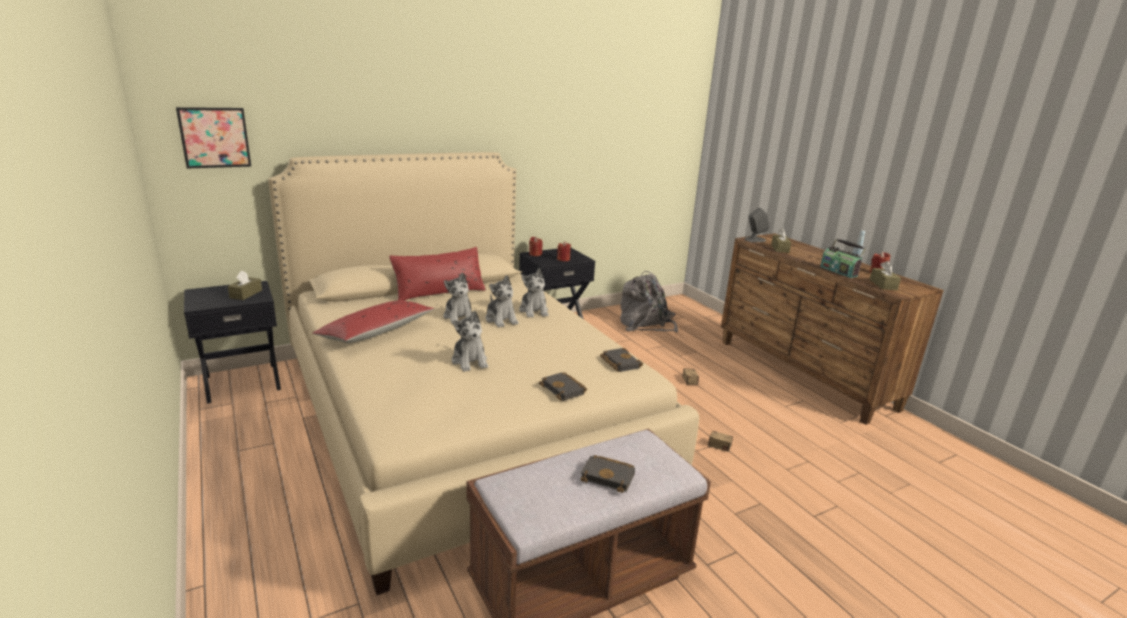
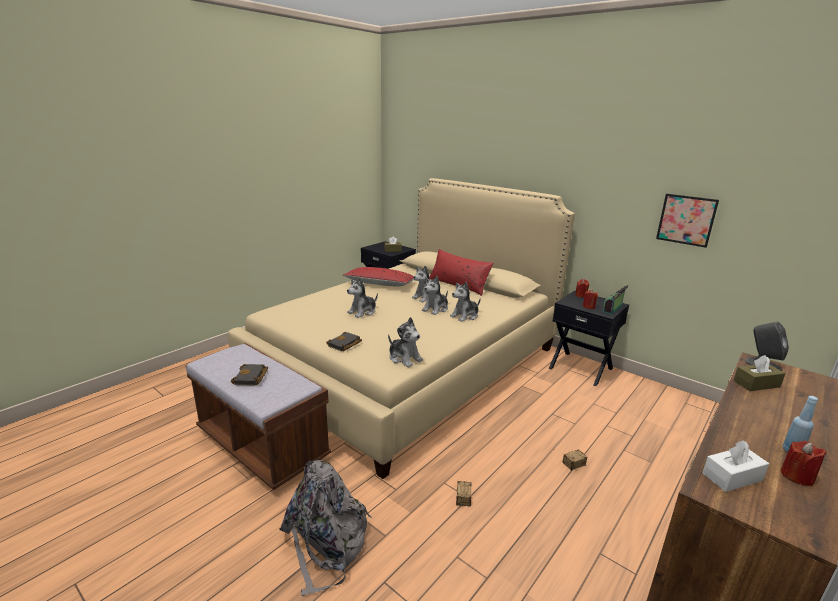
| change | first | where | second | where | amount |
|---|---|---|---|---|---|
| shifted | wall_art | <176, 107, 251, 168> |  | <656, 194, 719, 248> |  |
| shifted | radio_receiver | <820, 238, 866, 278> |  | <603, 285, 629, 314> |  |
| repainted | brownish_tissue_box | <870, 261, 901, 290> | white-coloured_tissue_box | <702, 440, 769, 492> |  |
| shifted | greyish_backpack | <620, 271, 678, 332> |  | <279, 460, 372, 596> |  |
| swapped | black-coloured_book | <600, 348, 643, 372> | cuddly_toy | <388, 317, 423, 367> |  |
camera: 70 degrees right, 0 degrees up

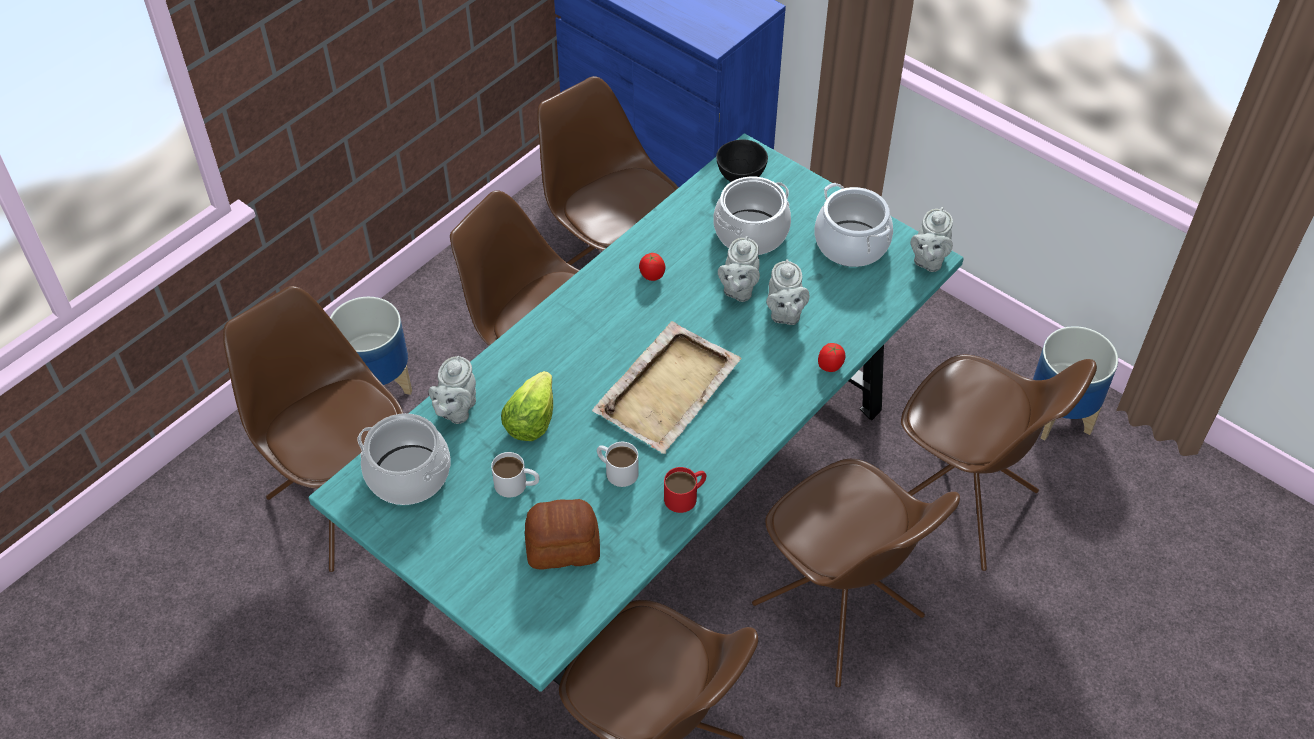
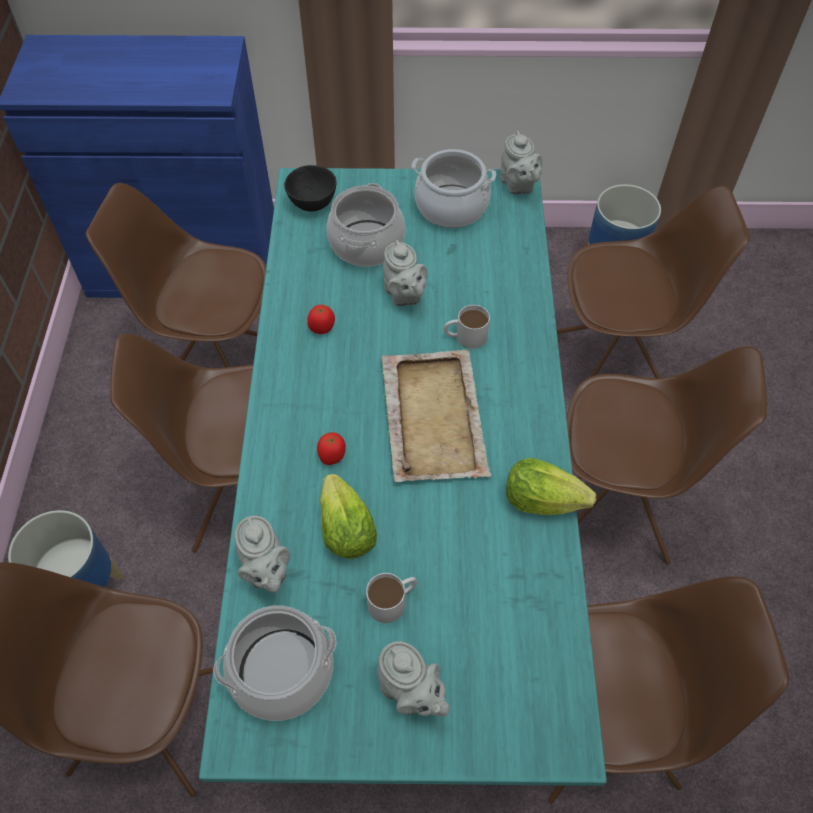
| change | first | where | second | where | amount |
|---|---|---|---|---|---|
| shifted | greyish_tea_pot | <766, 259, 809, 325> |  | <377, 641, 450, 717> |  |
| shifted | fresh_tomato | <818, 343, 845, 372> |  | <317, 432, 346, 465> |  |
| shifted | white-coloured_coffee_mug | <597, 442, 639, 487> |  | <444, 305, 490, 349> |  |
| swapped | red_coffee_mug | <664, 467, 706, 513> | lettuce_head | <506, 458, 596, 515> |  |
| gone | bread | <525, 499, 600, 569> |  |  |  |
camera: 40 degrees left, 5 degrees up

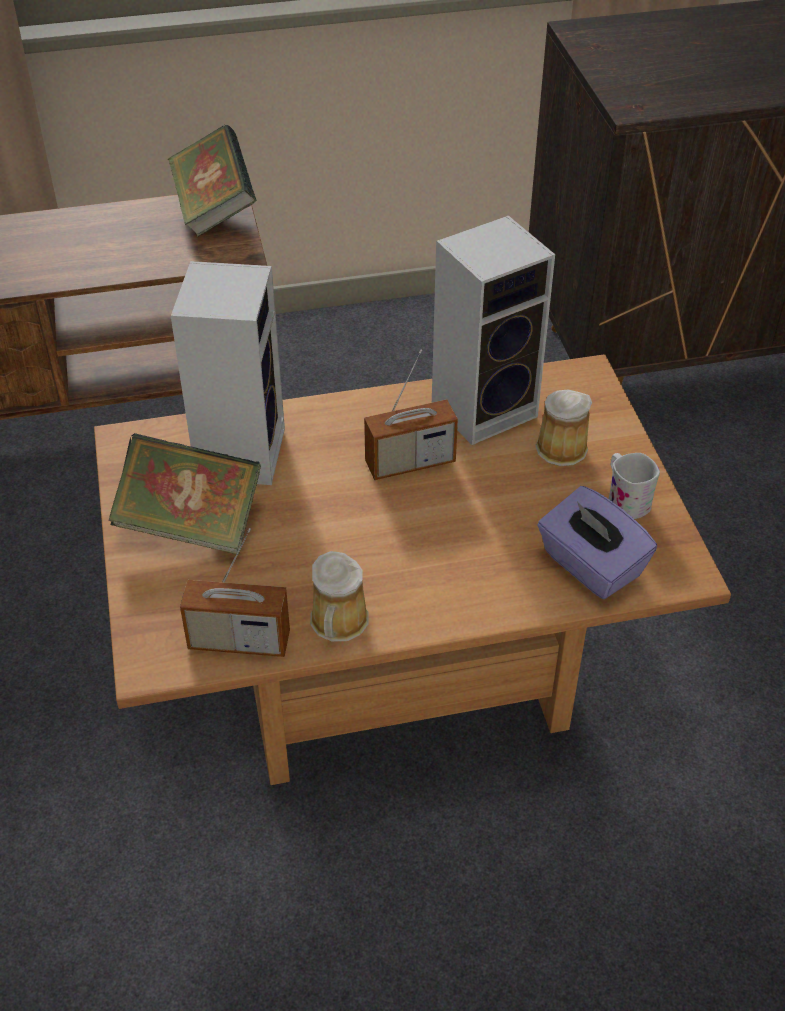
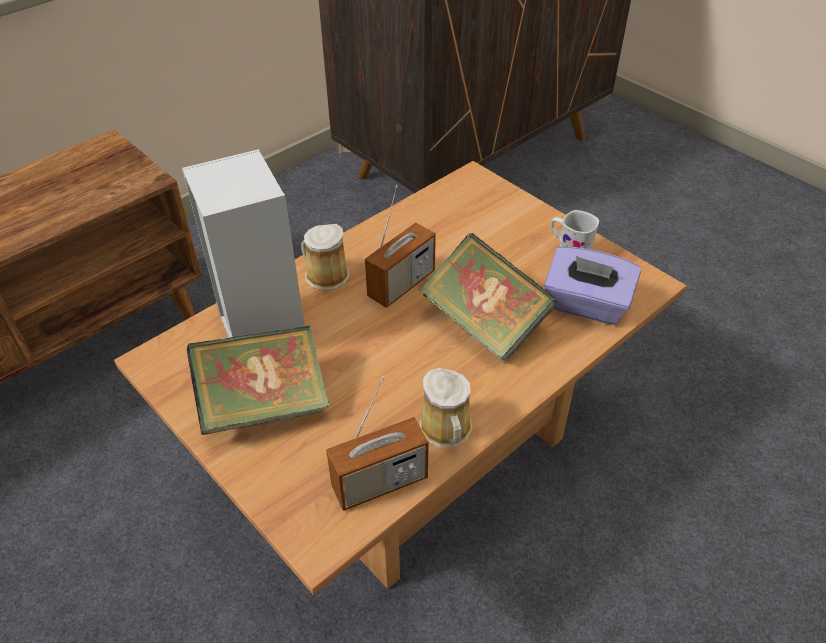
| change | first | where | second | where | amount |
|---|---|---|---|---|---|
| shifted | book | <168, 125, 256, 237> |  | <419, 233, 557, 364> |  |
| gone | audio_speaker | <432, 216, 555, 445> |  |  |  |
| shifted | coffee_mug | <535, 389, 592, 466> |  | <301, 224, 349, 291> |  |
camera: 30 degrees left, 0 degrees up

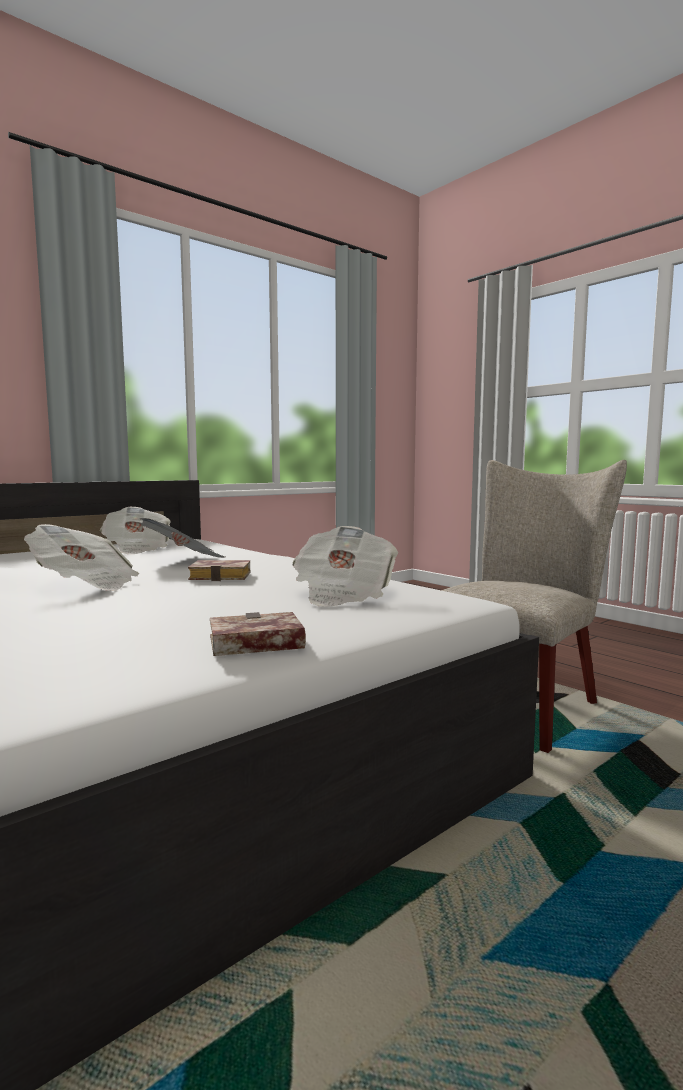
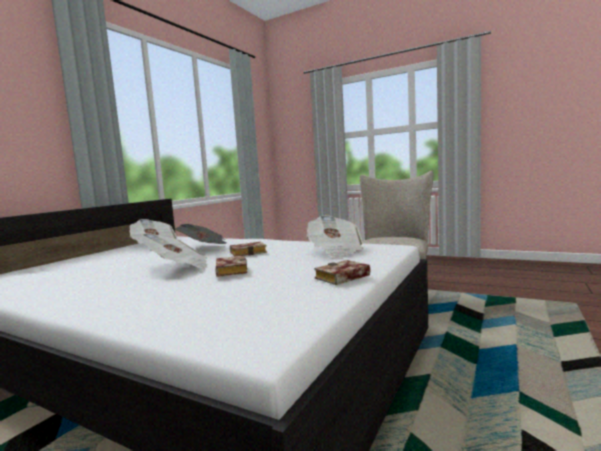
| change | first | where | second | where | amount |
|---|---|---|---|---|---|
| new |  |  | book | <216, 256, 247, 277> |  |
camera: 20 degrees left, 0 degrees up

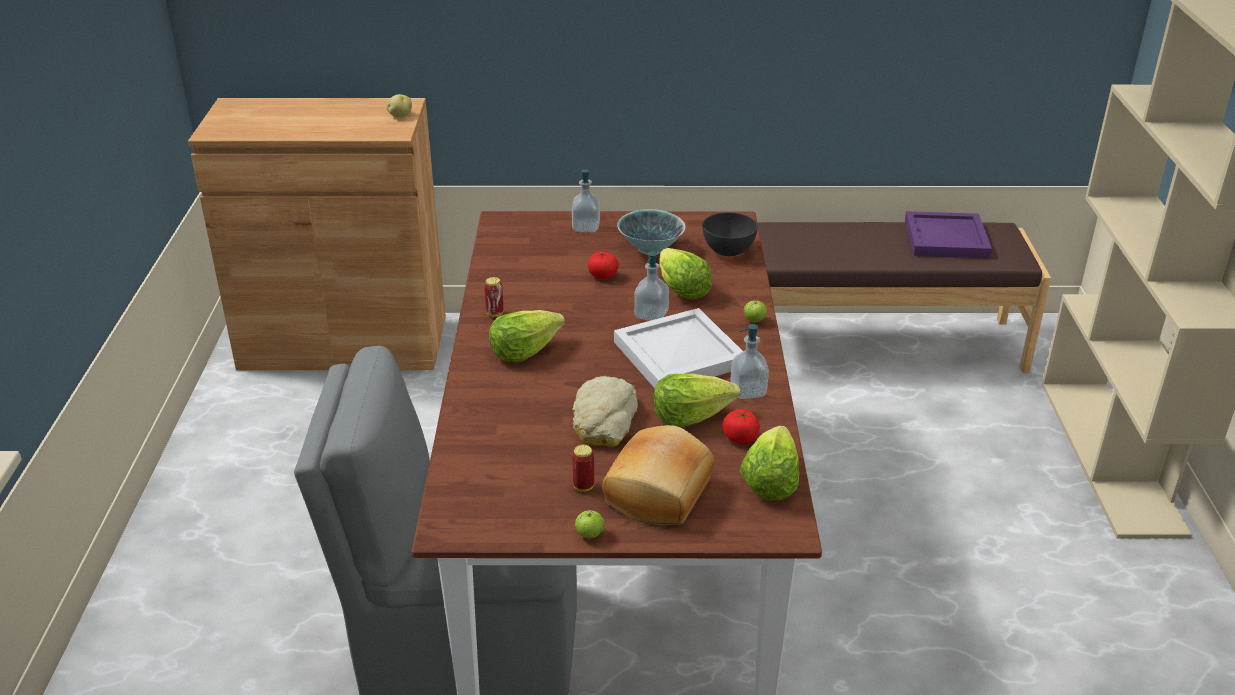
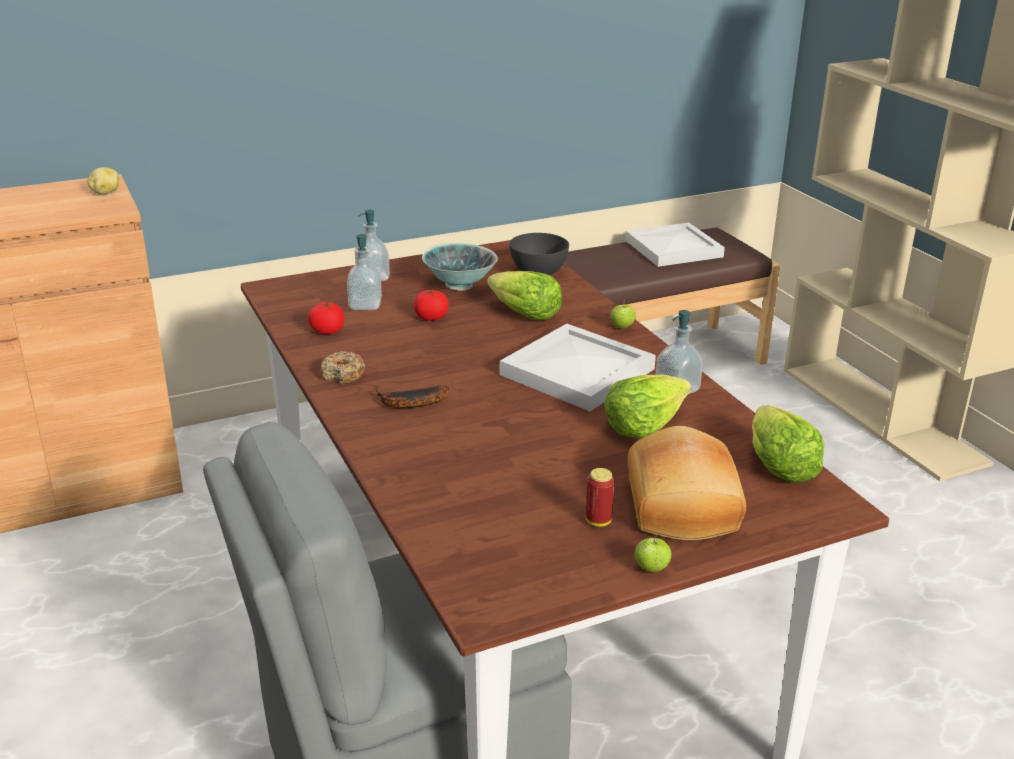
| change | first | where | second | where | amount |
|---|---|---|---|---|---|
| repainted | purple_carrying_tray | <905, 211, 992, 258> | white-coloured_carrying_tray | <625, 223, 725, 267> |  |
| shifted | soap_bottle | <634, 252, 669, 321> |  | <347, 234, 382, 310> |  |
| swapped | can | <484, 277, 503, 317> | doughnut | <321, 351, 366, 384> |  |
| swapped | lettuce_head | <489, 310, 565, 363> | whole_banana | <376, 385, 449, 408> |  |
| gone | bread | <572, 376, 638, 447> |  |  |  |
| shifted | fresh_tomato | <723, 409, 760, 444> |  | <308, 302, 344, 334> |  |
camera: 25 degrees left, 5 degrees down

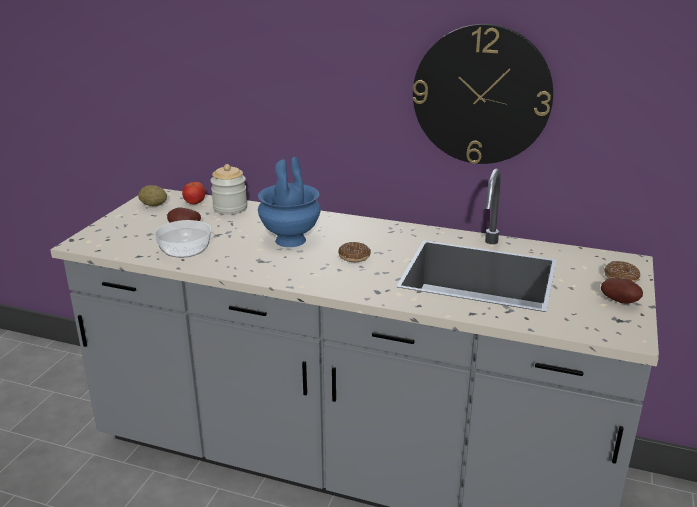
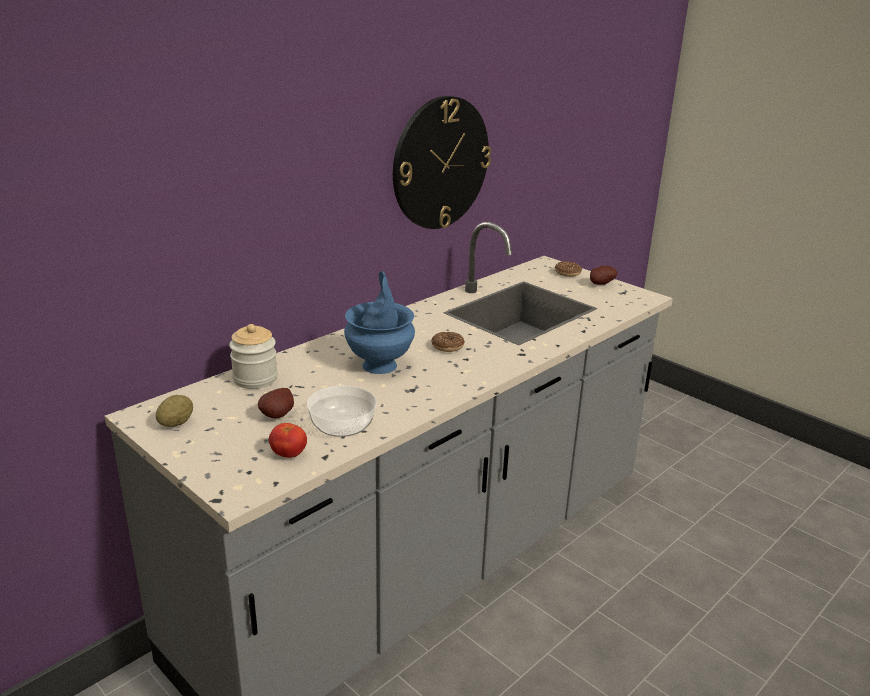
| change | first | where | second | where | amount |
|---|---|---|---|---|---|
| shifted | fresh_tomato | <182, 182, 205, 204> |  | <269, 423, 307, 458> |  |
camera: 65 degrees left, 0 degrees up

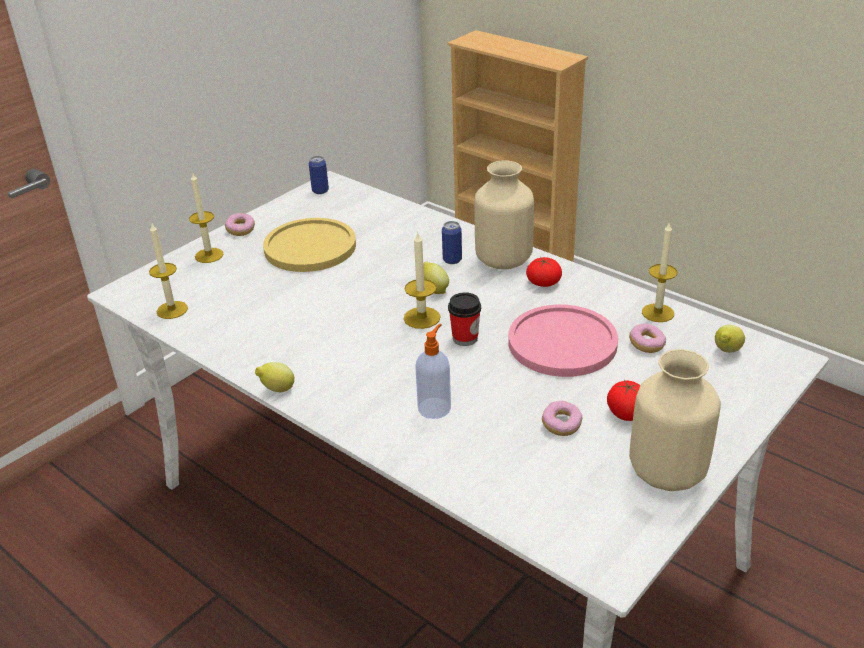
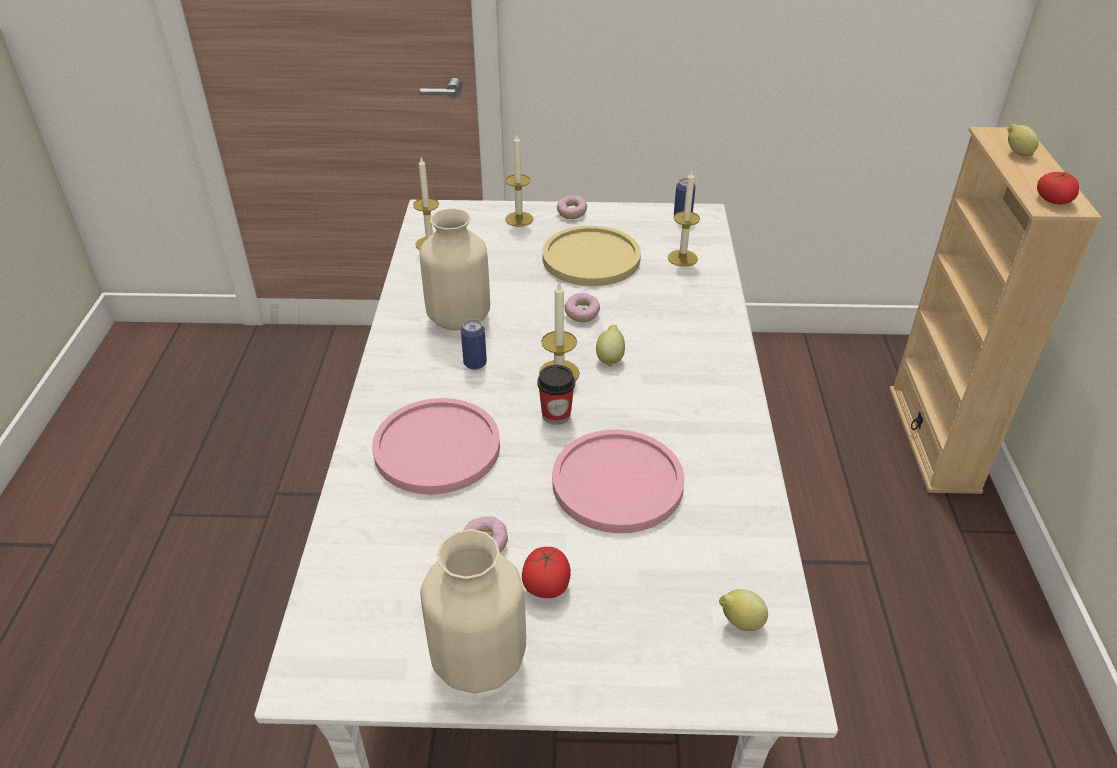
| change | first | where | second | where | amount |
|---|---|---|---|---|---|
| shifted | beige_vase | <475, 160, 534, 269> |  | <420, 208, 490, 330> |  |
| shifted | can | <442, 221, 462, 264> |  | <461, 319, 487, 370> |  |
| shifted | candle | <642, 223, 677, 322> |  | <668, 171, 700, 267> |  |
| shifted | fresh_tomato | <526, 256, 562, 287> |  | <1037, 171, 1079, 204> |  |
| swapped | soap_bottle | <415, 324, 451, 419> | pink_dinner_plate | <372, 398, 500, 495> |  |
| shifted | doughnut | <629, 324, 666, 353> |  | <565, 293, 600, 322> |  |
| shifted | citrus_fruit | <255, 362, 294, 392> |  | <1007, 124, 1039, 157> |  |
camera: 50 degrees right, 5 degrees up

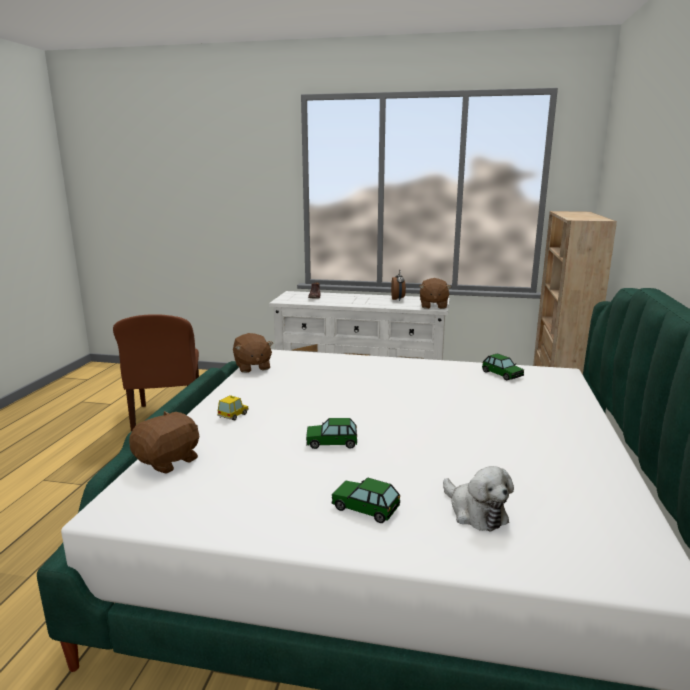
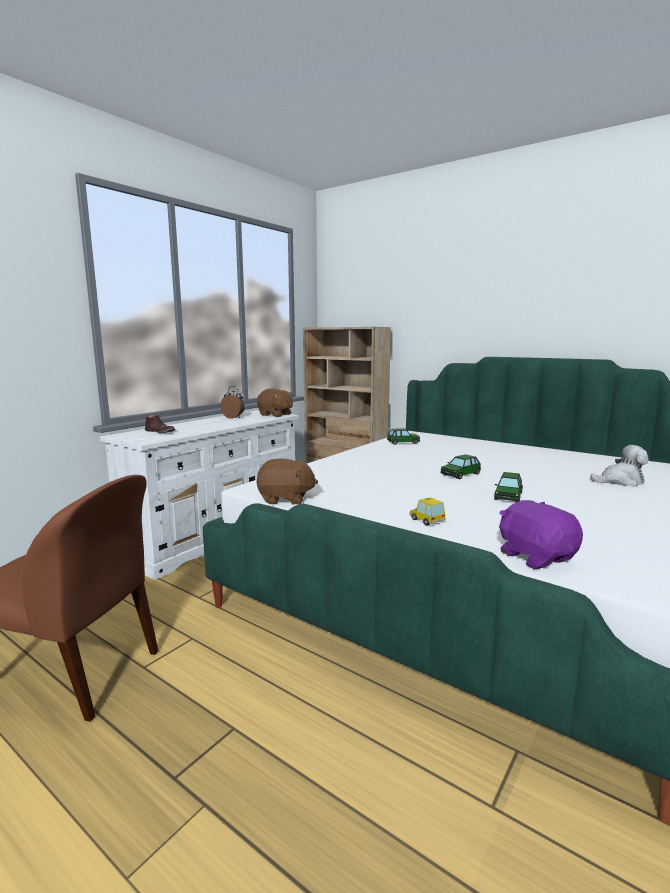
| change | first | where | second | where | amount |
|---|---|---|---|---|---|
| repainted | brownish_cuddly_toy | <129, 411, 199, 474> | purple_cuddly_toy | <499, 500, 583, 569> |  |
| shifted | miniature_car | <331, 477, 400, 523> |  | <440, 454, 481, 479> |  |
camera: 65 degrees left, 5 degrees down

